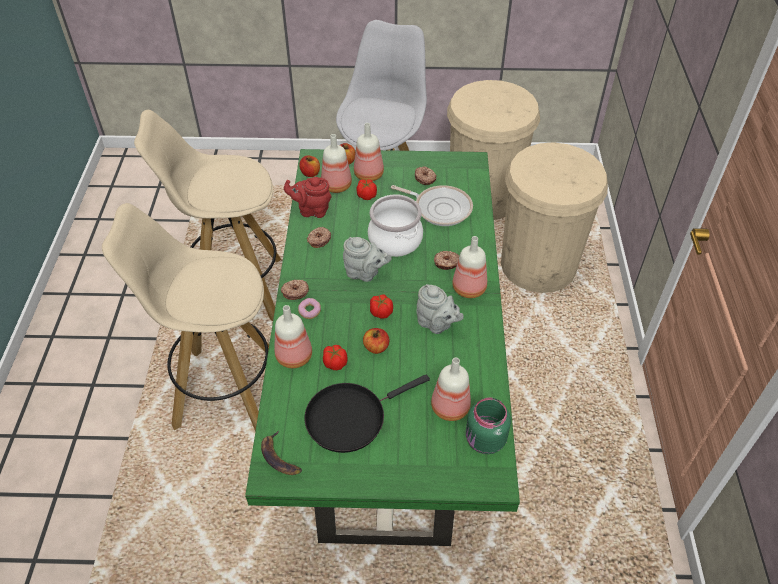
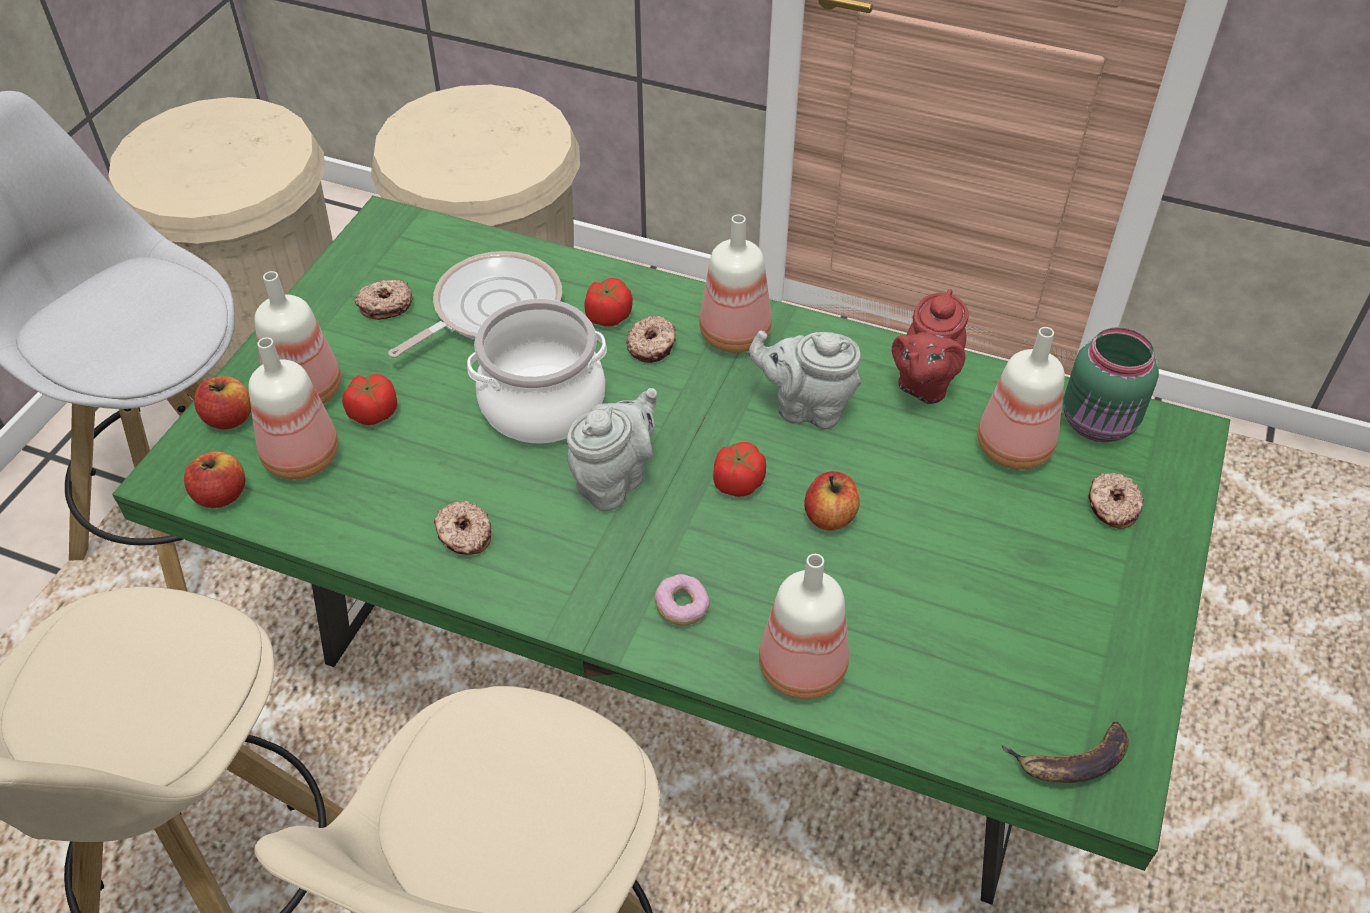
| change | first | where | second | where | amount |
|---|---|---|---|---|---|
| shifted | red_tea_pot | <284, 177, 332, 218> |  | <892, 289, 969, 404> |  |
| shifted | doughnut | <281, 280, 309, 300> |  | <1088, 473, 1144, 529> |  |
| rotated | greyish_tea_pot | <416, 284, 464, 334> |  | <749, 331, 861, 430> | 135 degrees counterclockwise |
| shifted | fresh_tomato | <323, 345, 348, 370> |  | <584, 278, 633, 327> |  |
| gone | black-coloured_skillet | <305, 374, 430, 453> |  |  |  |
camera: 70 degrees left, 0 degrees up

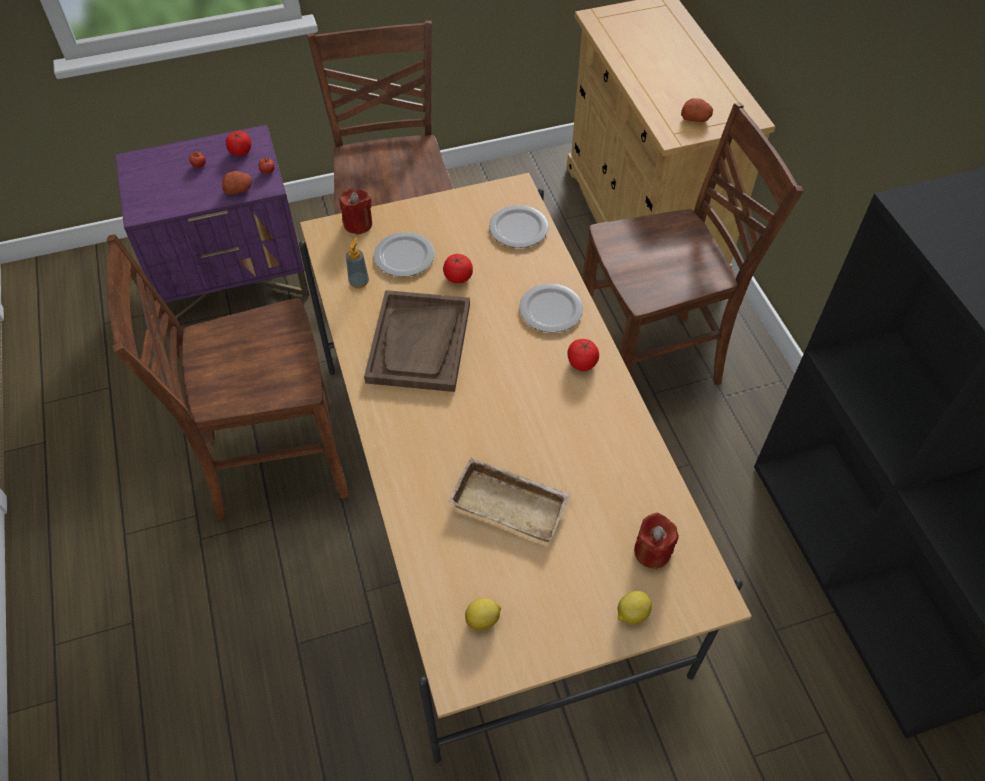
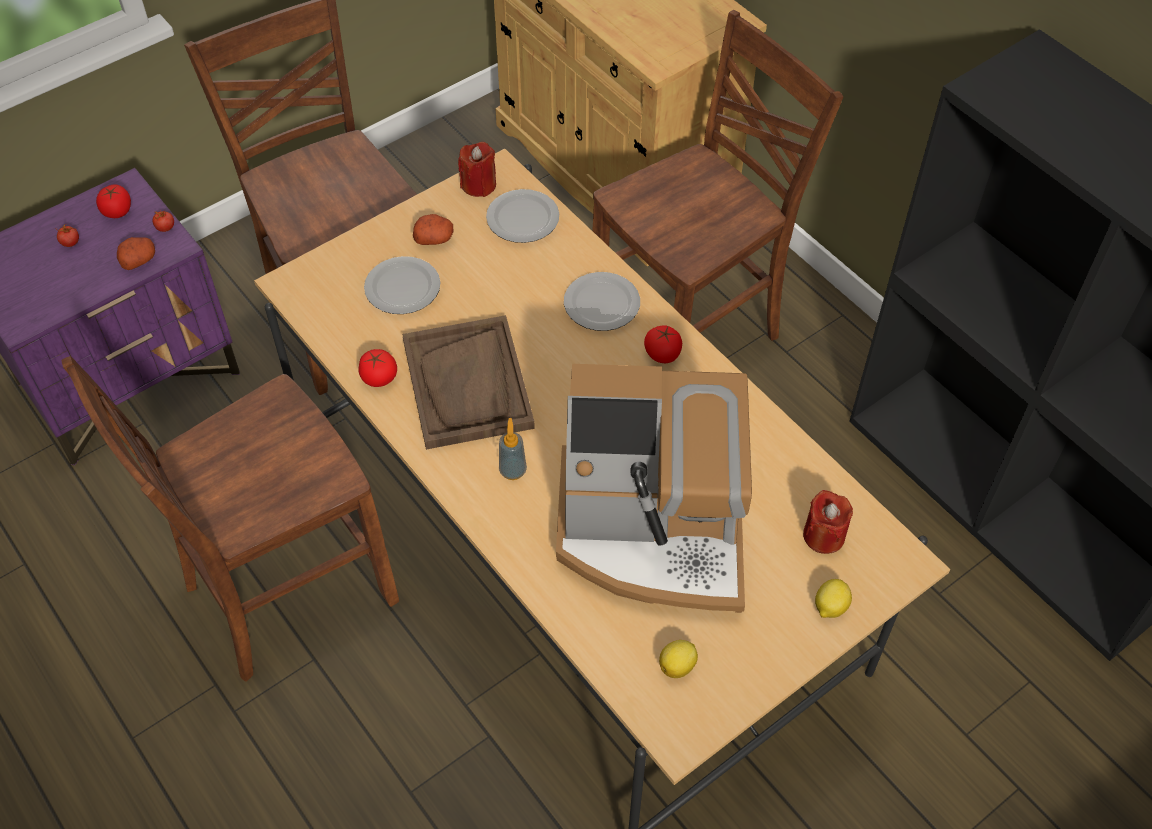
| change | first | where | second | where | amount |
|---|---|---|---|---|---|
| shifted | spud | <681, 98, 713, 122> |  | <413, 214, 453, 245> |  |
| shifted | red_candle | <339, 189, 372, 235> |  | <458, 142, 496, 197> |  |
| shifted | soap_bottle | <346, 237, 369, 289> |  | <499, 418, 527, 480> |  |
| shifted | fresh_tomato | <443, 254, 473, 283> |  | <358, 349, 397, 387> |  |
| swapped | beige_carrying_tray | <448, 457, 570, 542> | coffee_maker | <556, 364, 752, 613> |  |
camera: 20 degrees left, 0 degrees up

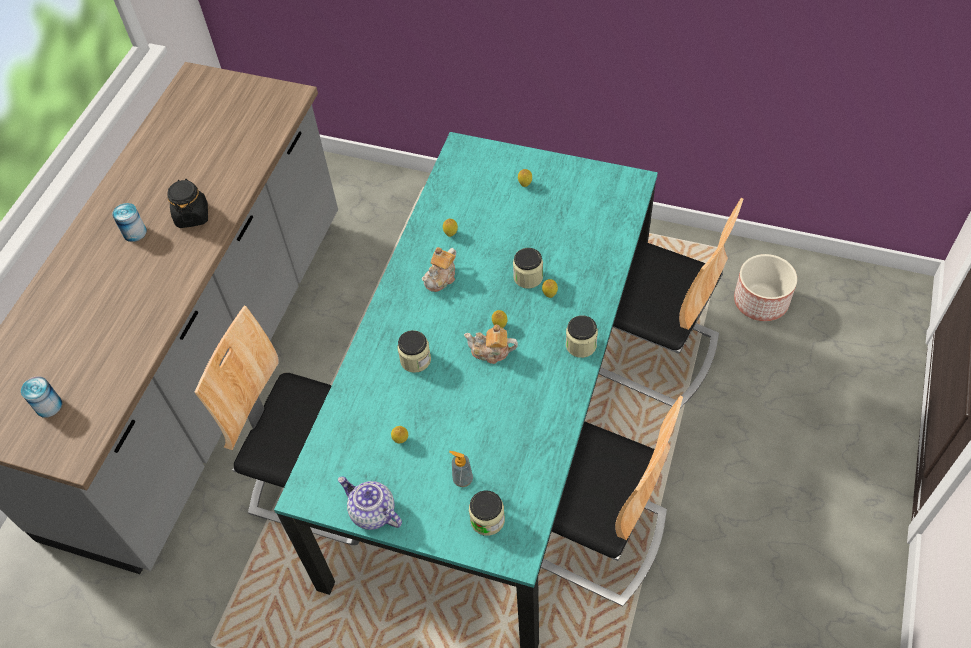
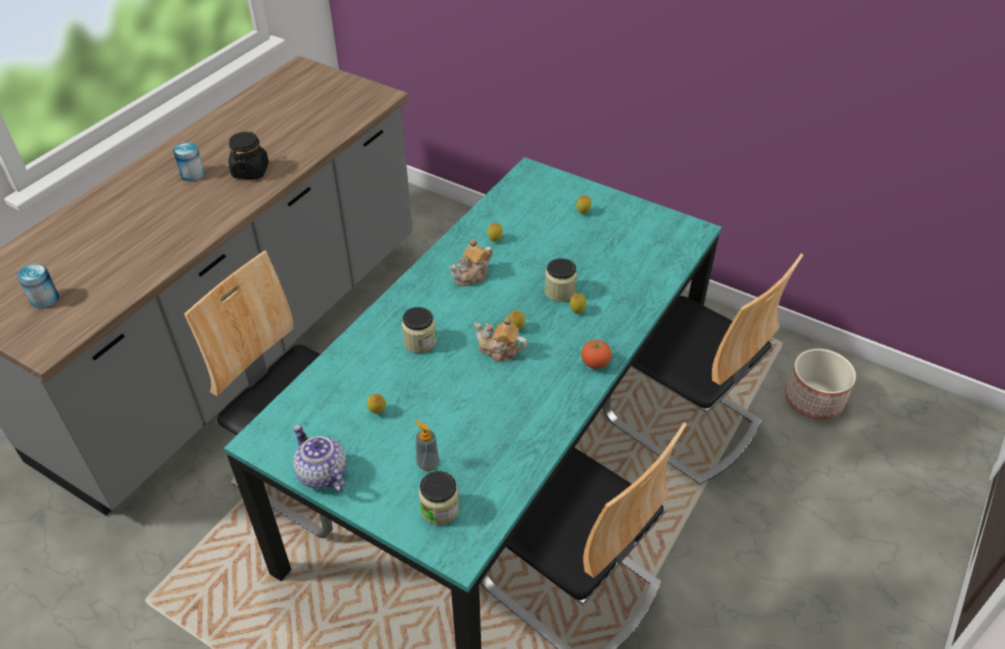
| change | first | where | second | where | amount |
|---|---|---|---|---|---|
| swapped | preserve_jar | <566, 315, 598, 358> | fresh_tomato | <581, 340, 612, 369> |  |
camera: 10 degrees right, 10 degrees down

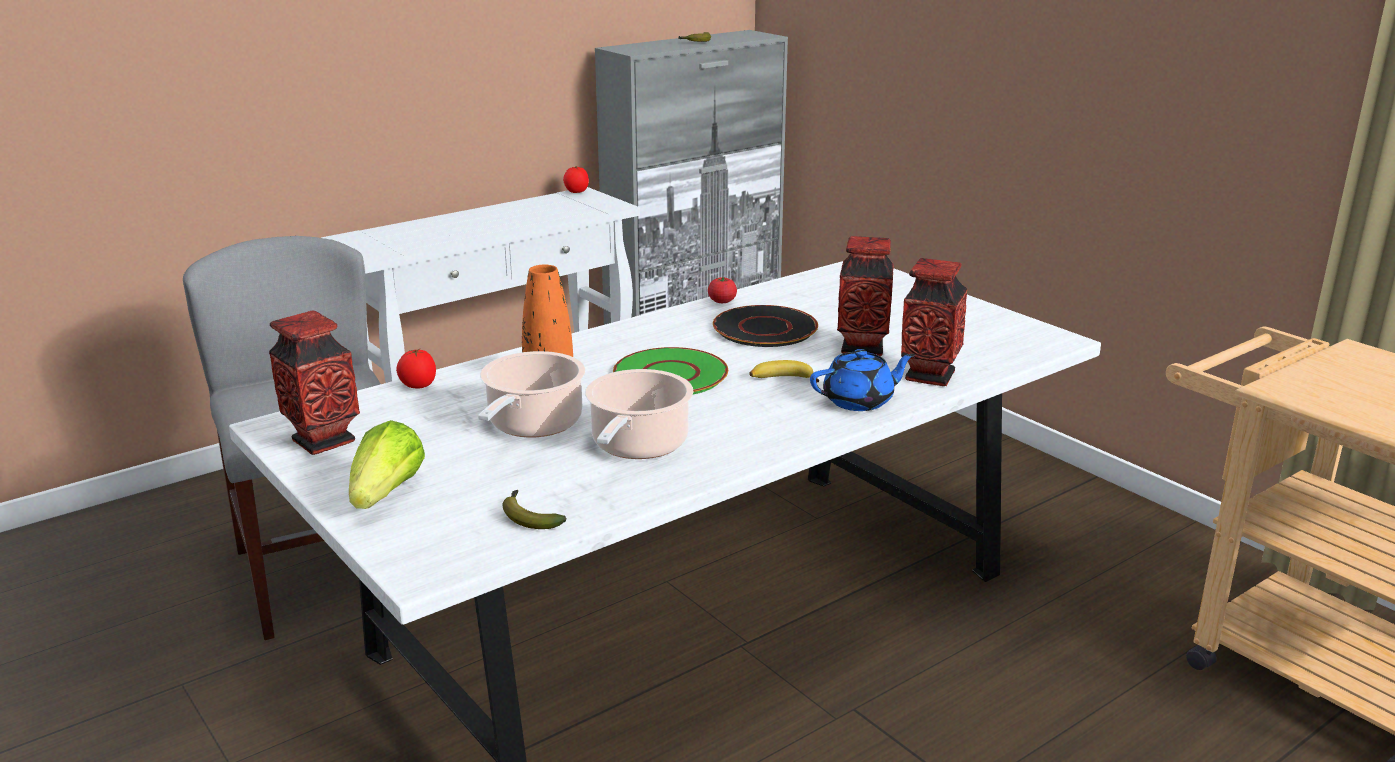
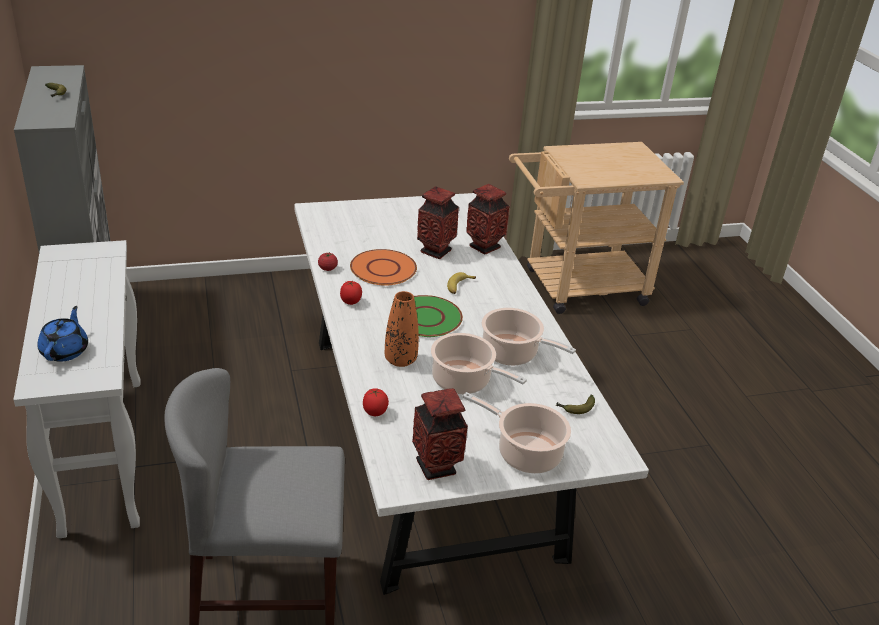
| change | first | where | second | where | amount |
|---|---|---|---|---|---|
| shifted | fresh_tomato | <563, 166, 589, 193> |  | <340, 281, 362, 305> |  |
| repainted | black-coloured_dinner_plate | <713, 305, 818, 347> | orangey_dinner_plate | <350, 249, 417, 285> |  |
| shifted | bluish_tea_pot | <810, 349, 915, 411> |  | <37, 306, 88, 362> |  |
| swapped | lettuce_head | <349, 420, 425, 509> | saucepot | <463, 392, 571, 474> |  |
camera: 70 degrees left, 10 degrees up

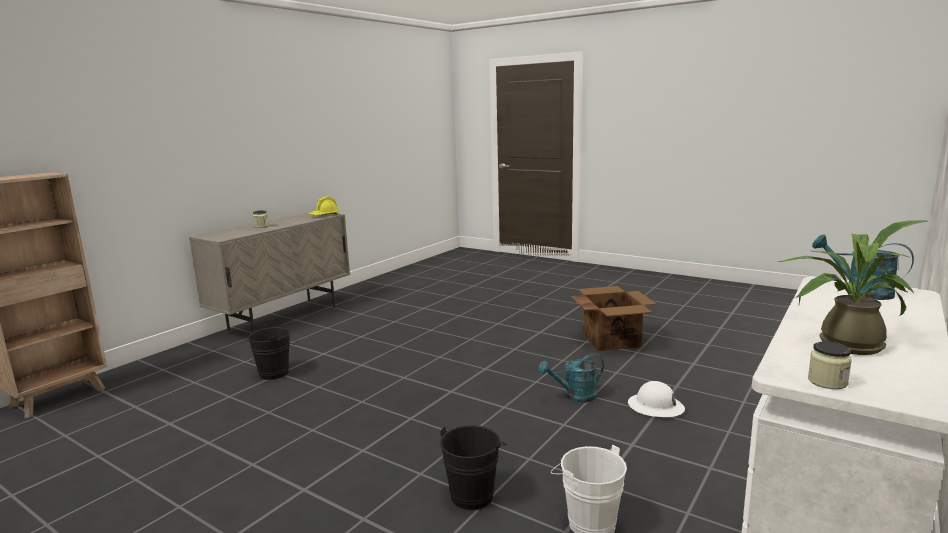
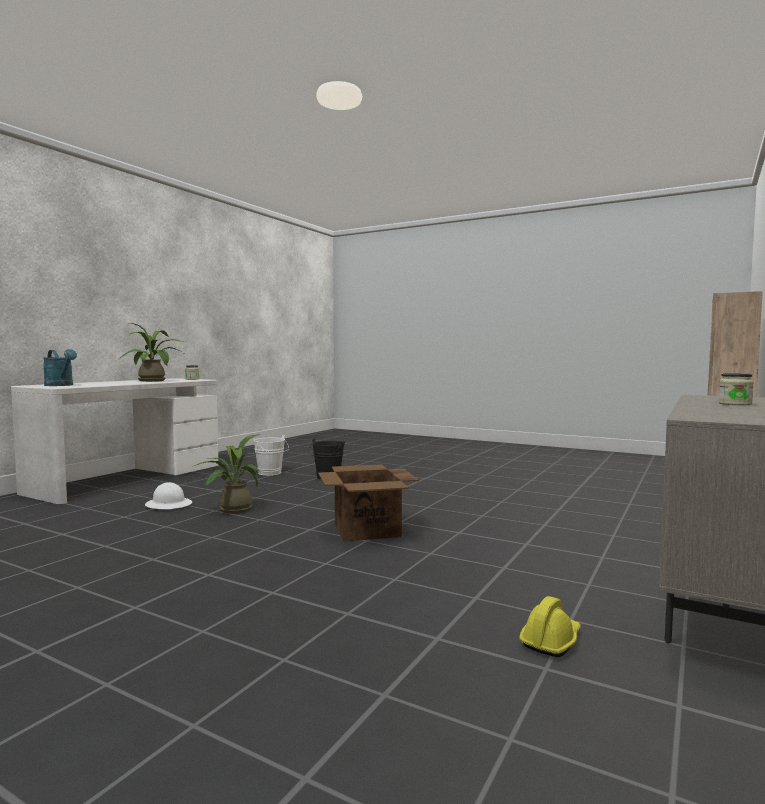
| change | first | where | second | where | amount |
|---|---|---|---|---|---|
| shifted | yellowish_hard_hat | <308, 197, 340, 215> |  | <519, 596, 581, 657> |  |
| shifted | cardboard_box | <571, 286, 656, 351> |  | <318, 464, 419, 542> |  |
| gone | black-coloured_pail | <248, 324, 298, 380> |  |  |  |
| swapped | turquoise-coloured_watering_pot | <538, 353, 604, 403> | plant_in_a_pot | <192, 434, 261, 514> |  |
camera: 175 degrees right, 10 degrees down

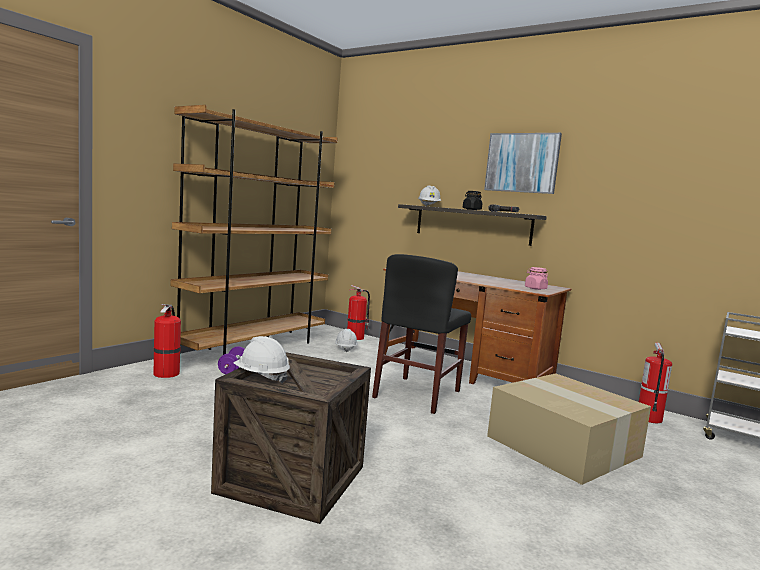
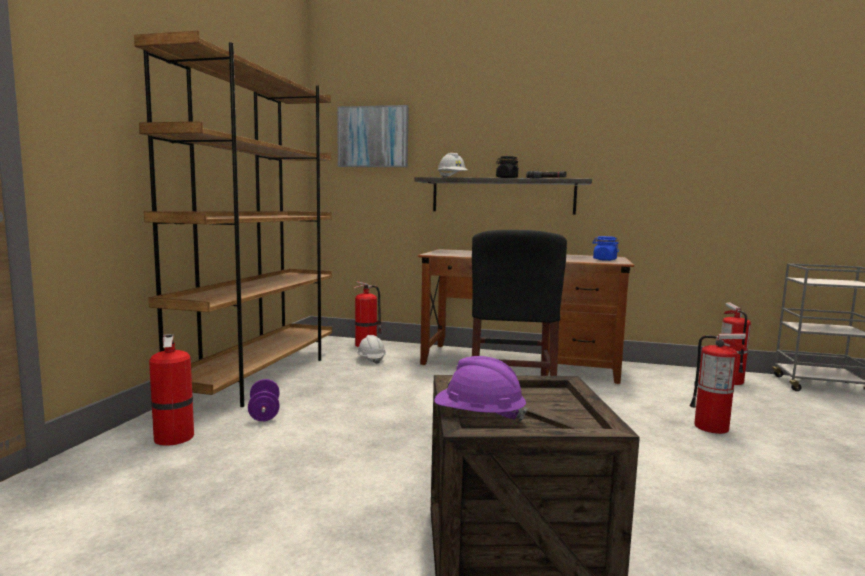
| change | first | where | second | where | amount |
|---|---|---|---|---|---|
| shifted | wall_art | <484, 133, 562, 194> |  | <338, 105, 409, 167> |  |
| repainted | pink_preserve_jar | <525, 267, 548, 290> | bluish_preserve_jar | <592, 236, 619, 261> |  |
| repainted | white-coloured_hard_hat | <233, 336, 290, 383> | purple_hard_hat | <434, 356, 527, 422> |  |
| swapped | cardboard_box | <487, 373, 651, 485> | extinguisher | <690, 334, 747, 434> |  |
camera: 20 degrees left, 0 degrees up

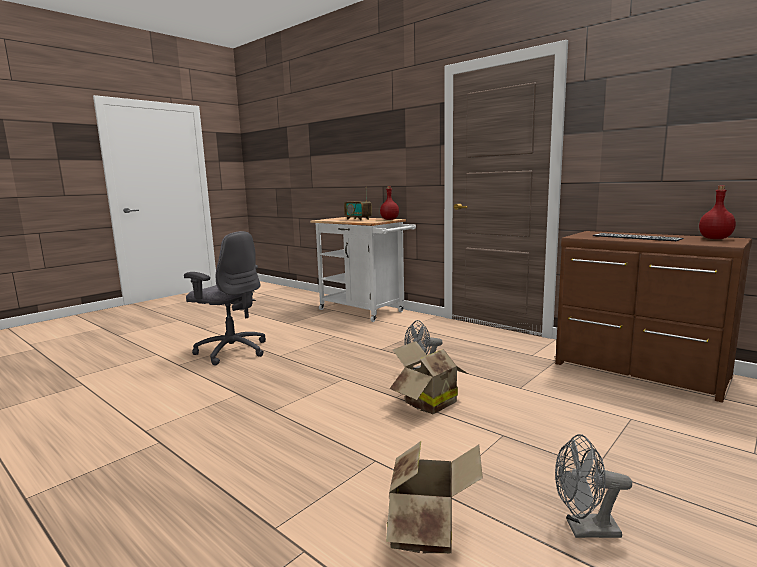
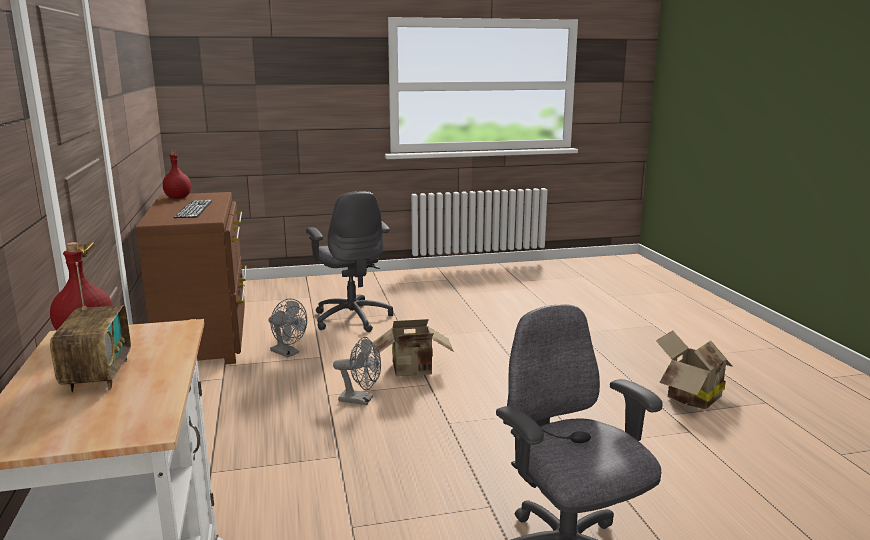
| change | first | where | second | where | amount |
|---|---|---|---|---|---|
| shifted | greyish_fan | <555, 434, 632, 538> |  | <269, 299, 307, 358> |  |
| shifted | cardboard_box | <386, 441, 483, 554> |  | <656, 330, 733, 409> |  |
| new |  |  | greyish_computer_chair | <306, 191, 393, 332> |  |
camera: 145 degrees left, 5 degrees up

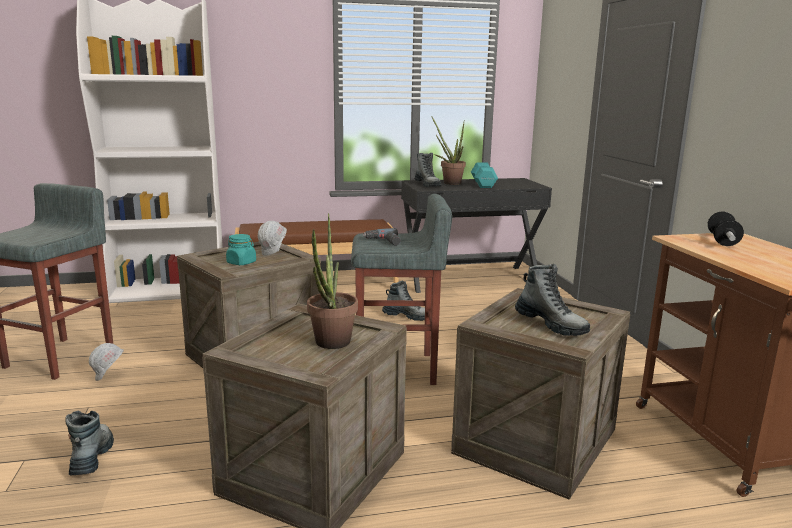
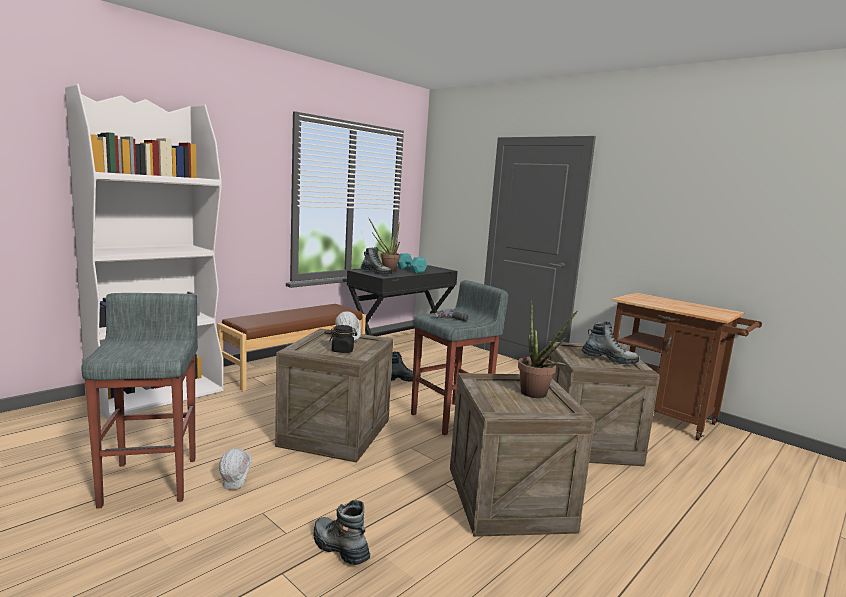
| change | first | where | second | where | amount |
|---|---|---|---|---|---|
| gone | dumbbell | <708, 211, 744, 246> |  |  |  |
| repainted | turquoise-coloured_preserve_jar | <226, 234, 256, 265> | black-coloured_preserve_jar | <329, 325, 357, 353> |  |
camera: 35 degrees left, 5 degrees down

